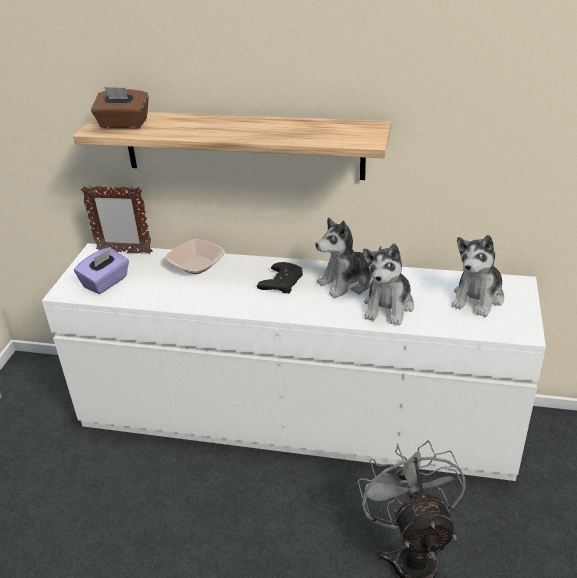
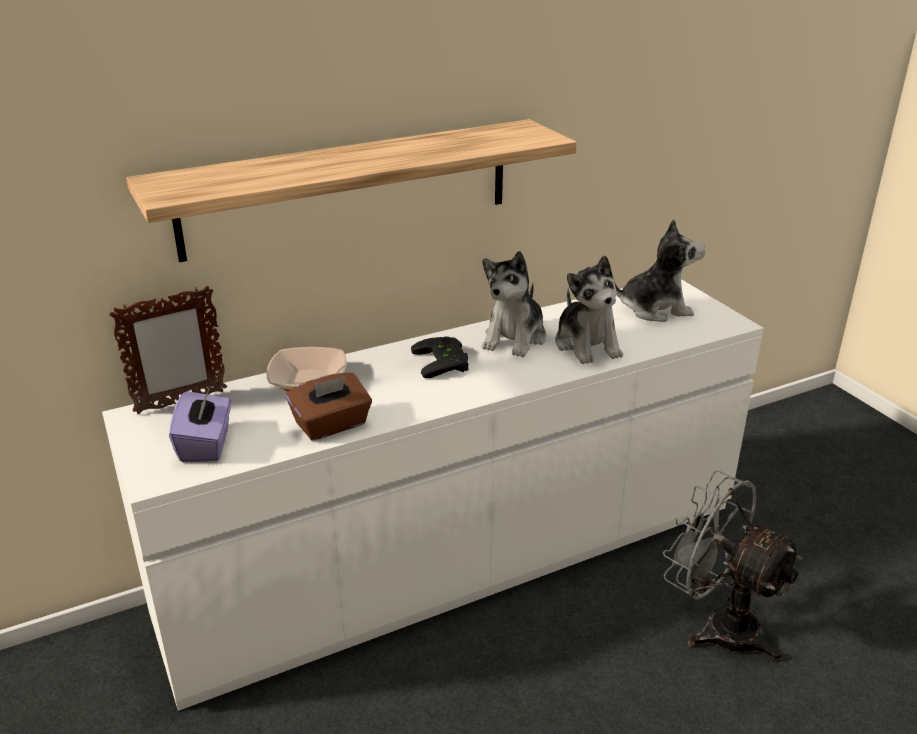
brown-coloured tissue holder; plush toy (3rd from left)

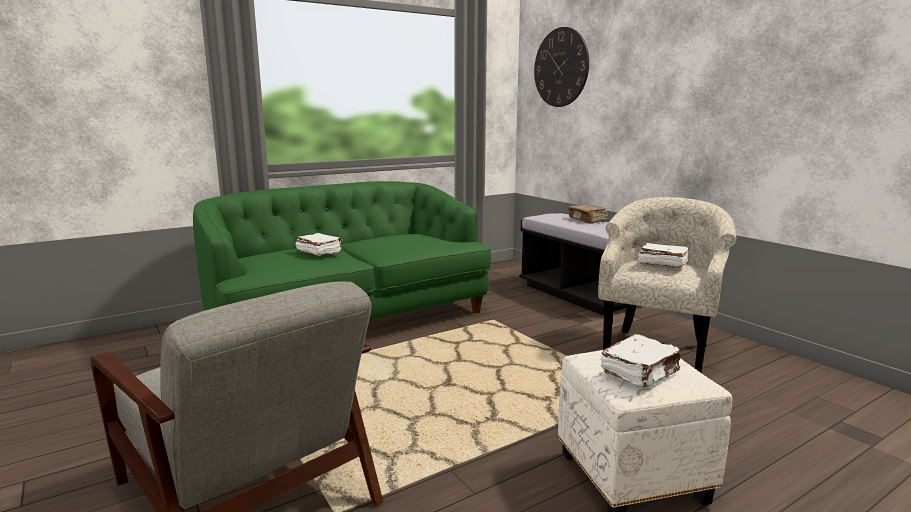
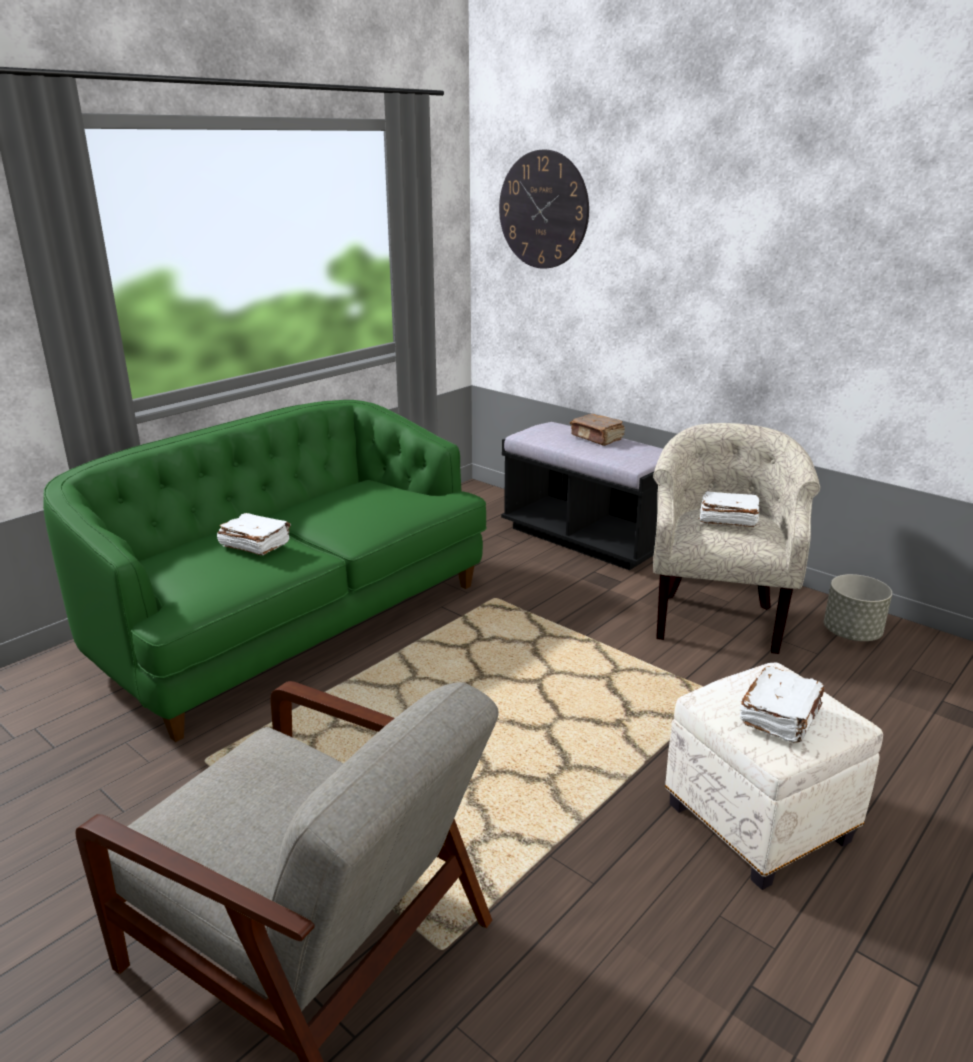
gray planter

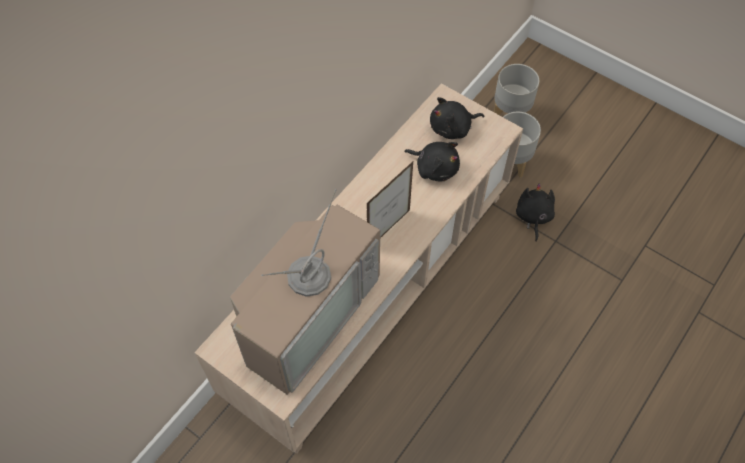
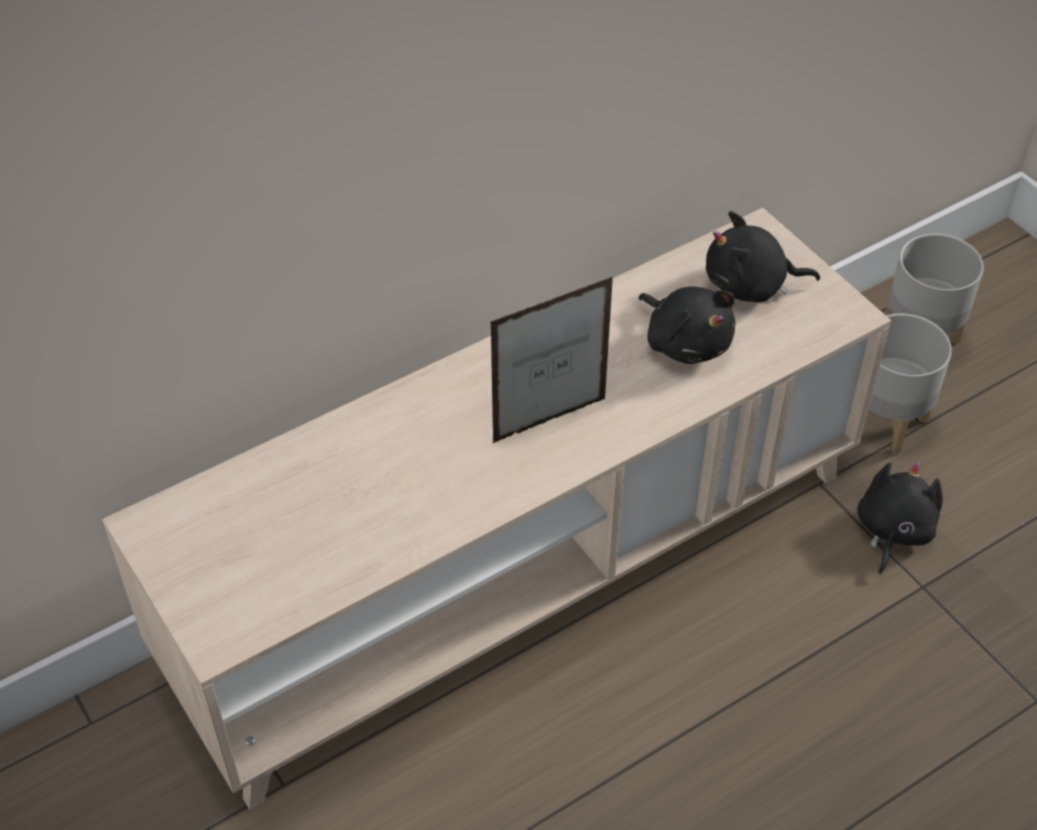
TV

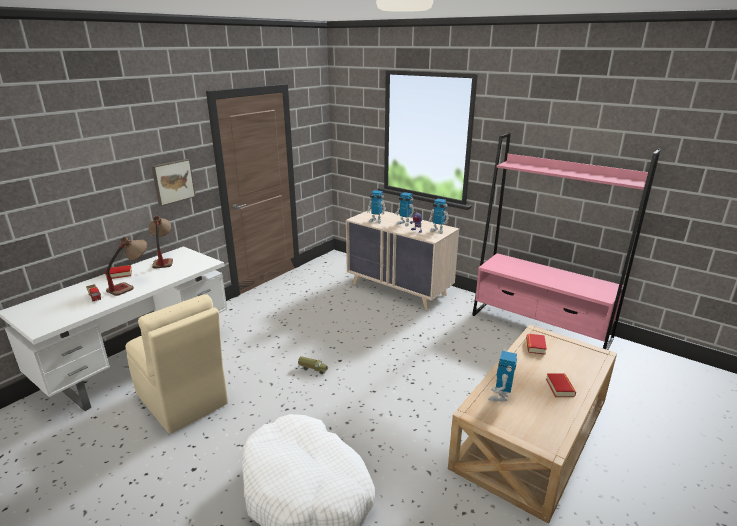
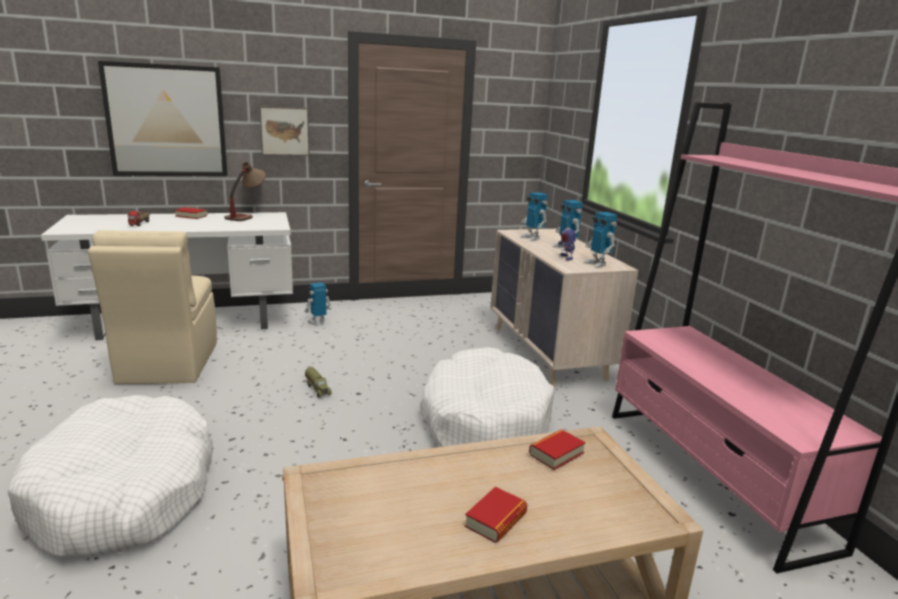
tabletop lamp (1st from left in the first image); toy robot (1st from left); picture (1st from left); white pet bed (2nd from left)

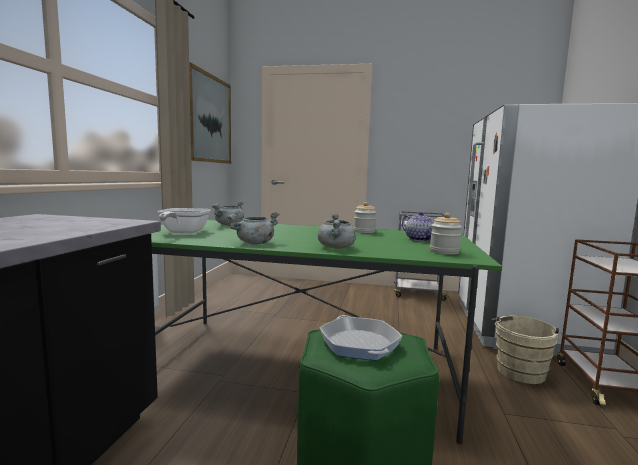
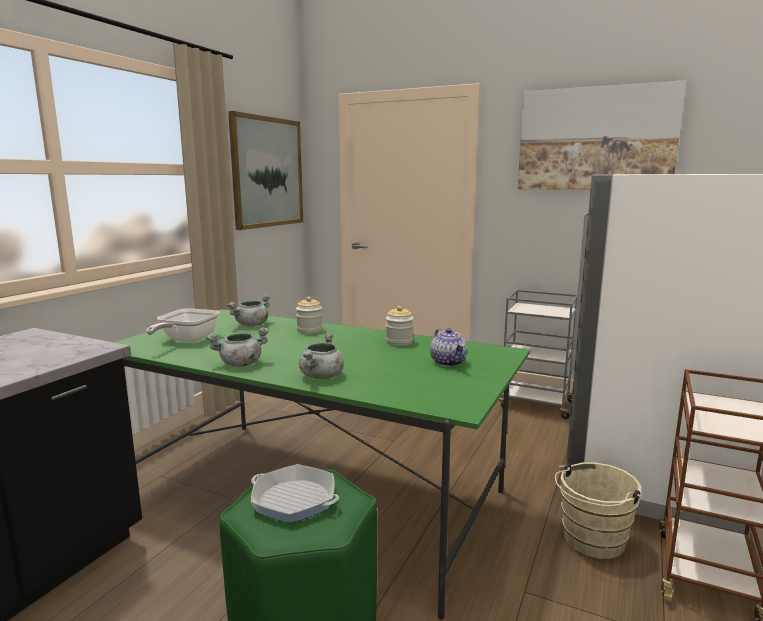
skillet (2nd from left); preserve jar (1st from left); picture (2nd from left)

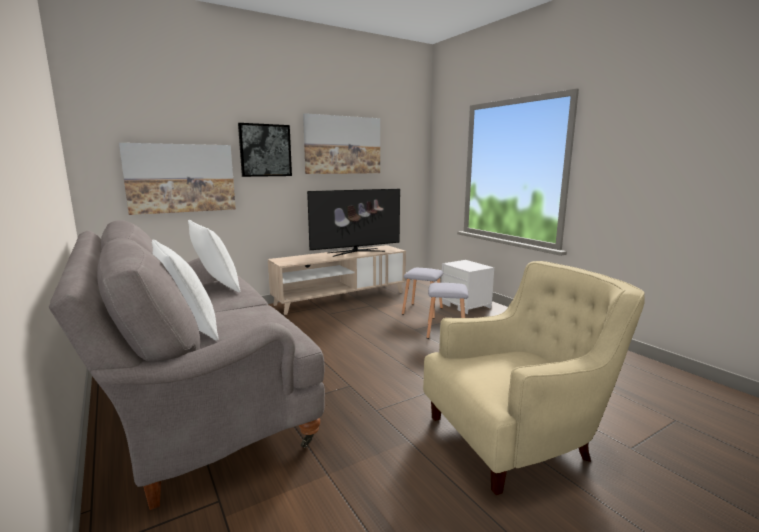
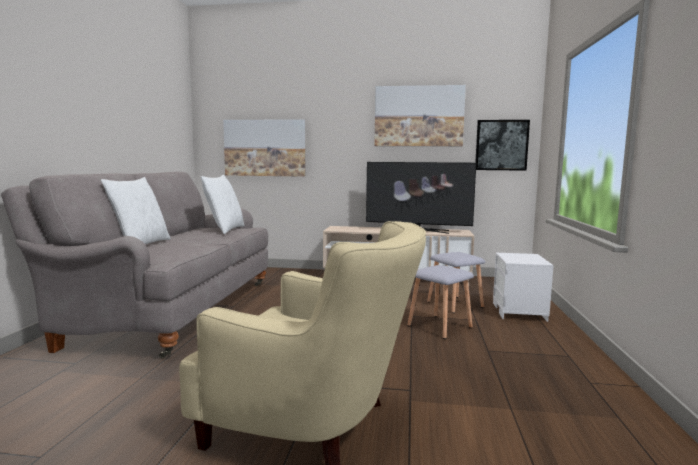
picture (3rd from left)

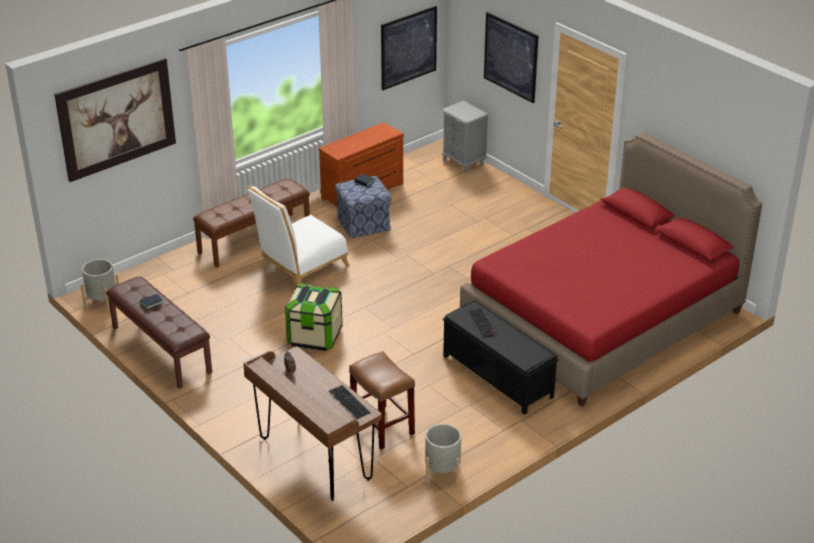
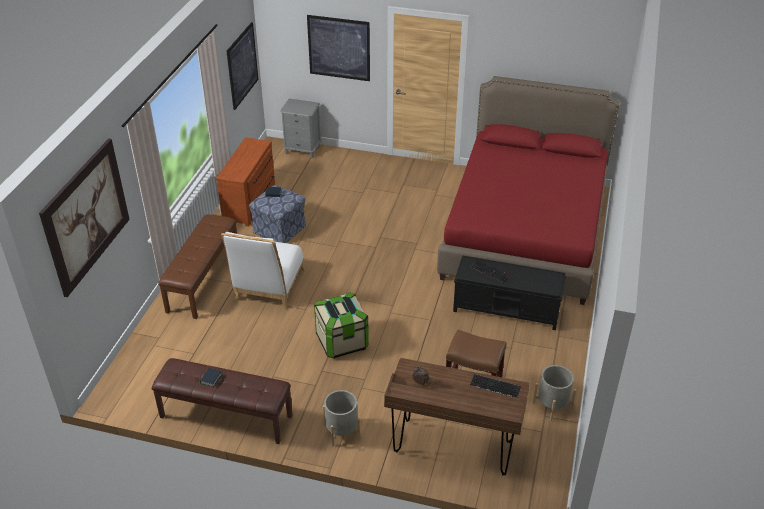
gray planter (1st from left)

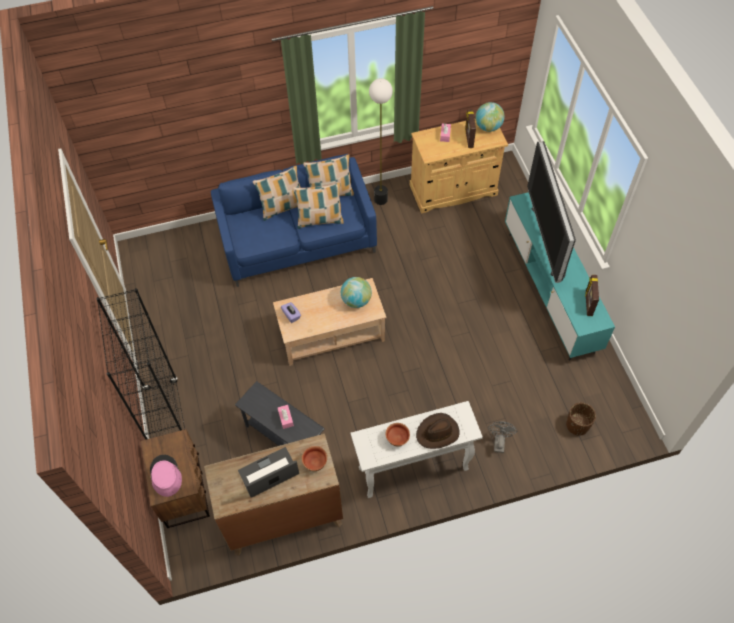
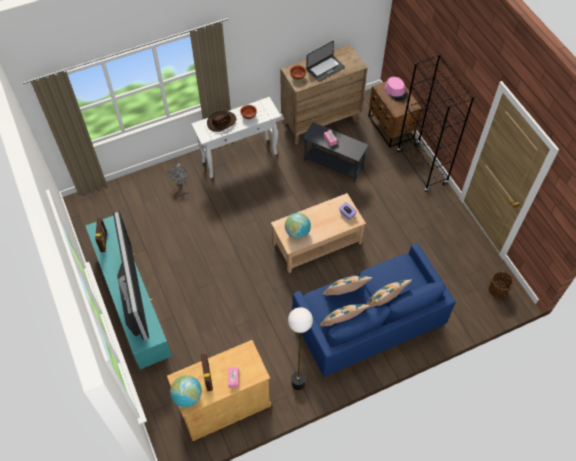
brown-coloured planter

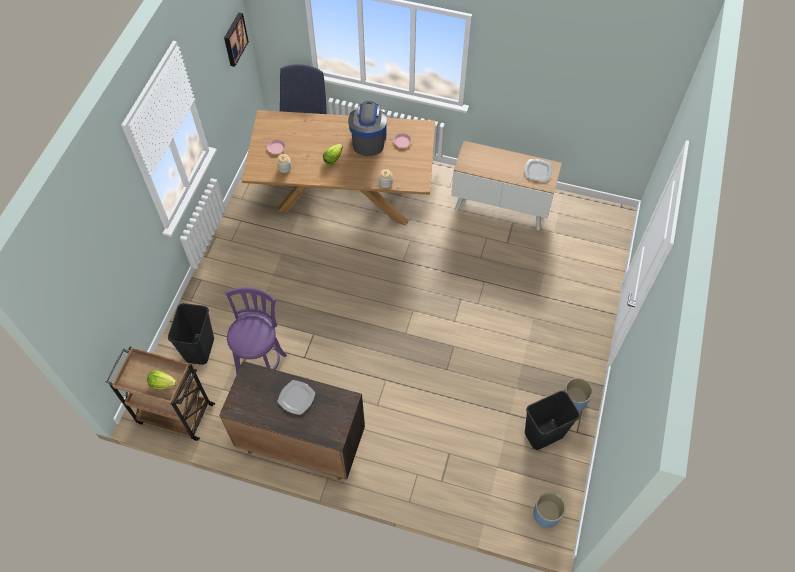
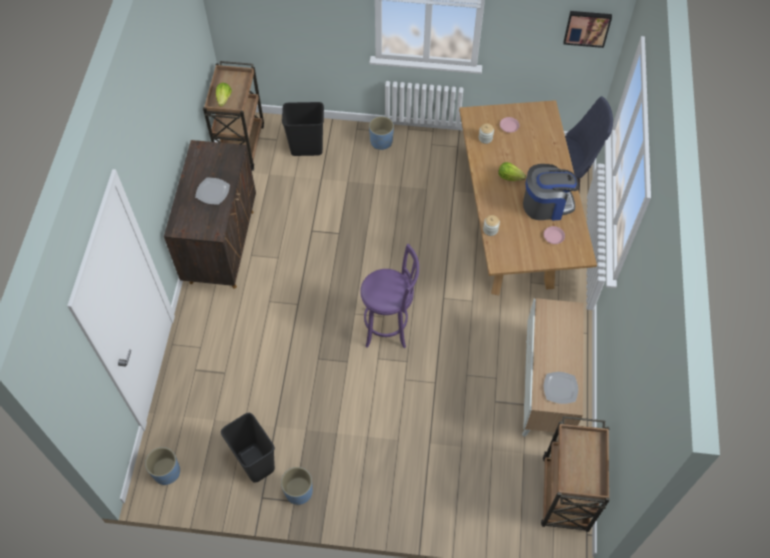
purplish stool; bluish planter (3rd from left); brown-coloured trolley (2nd from left)

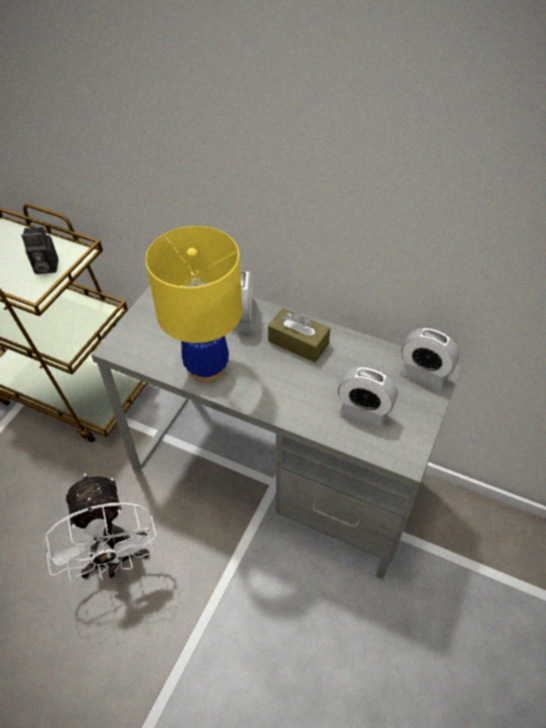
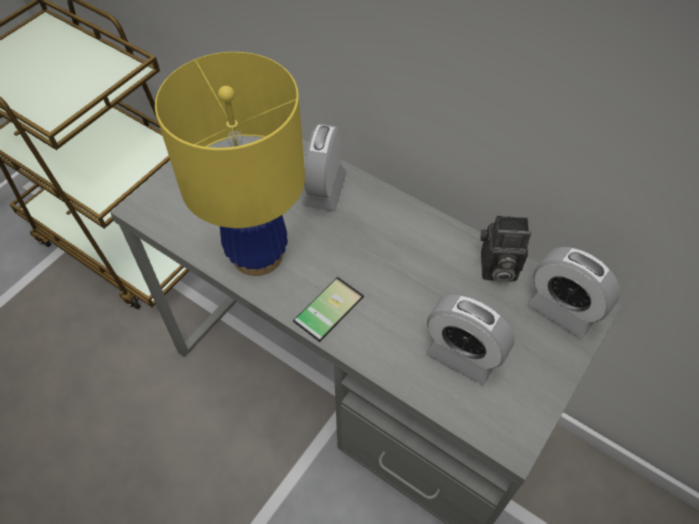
photo camera; white fan; brown-coloured tissue holder; handset

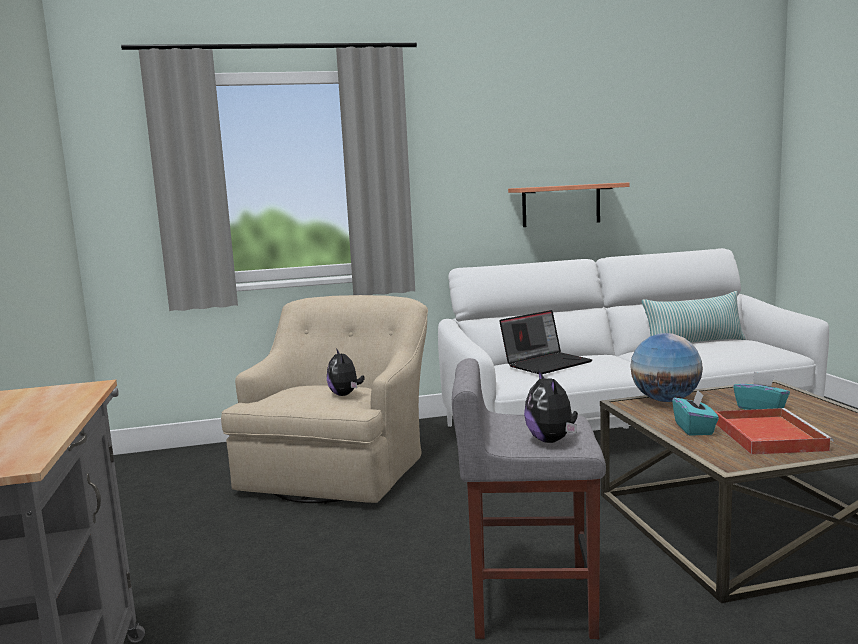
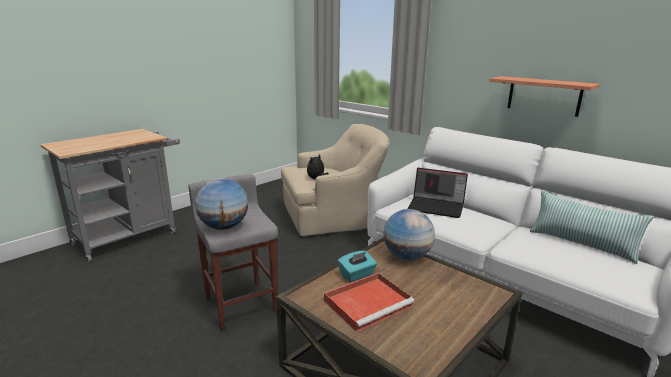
desk globe (1st from left); turquoise-coloured tissue holder (2nd from left in the first image)

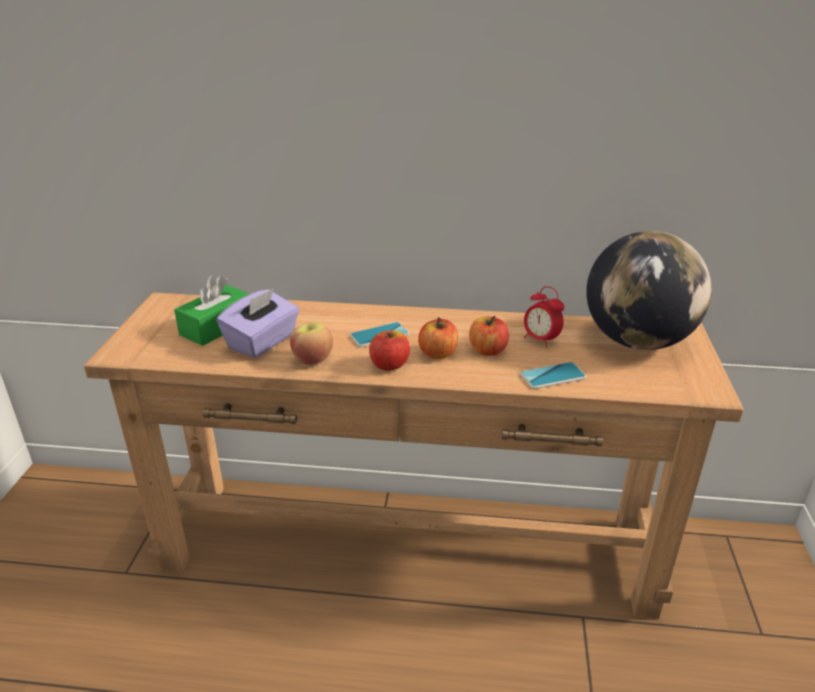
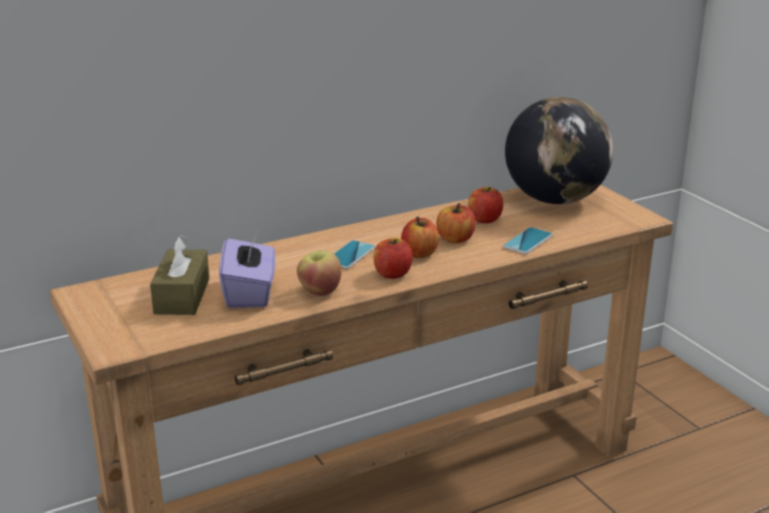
brown-coloured tissue holder; apple fruit (5th from left)

